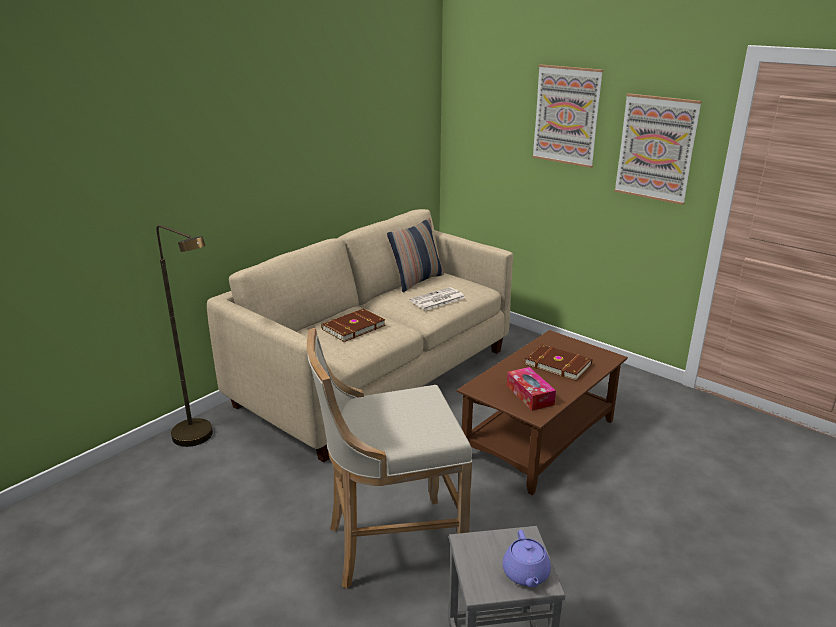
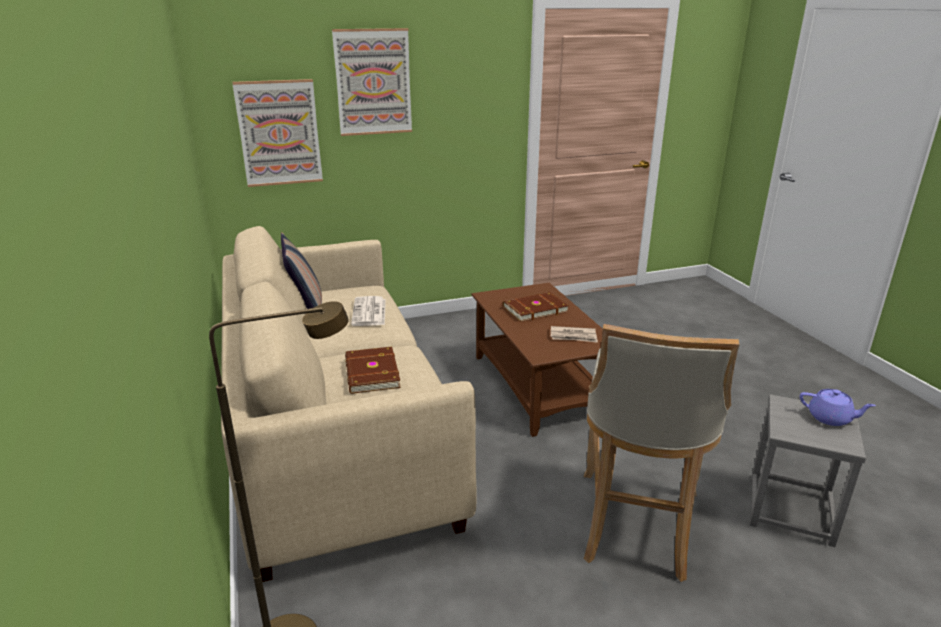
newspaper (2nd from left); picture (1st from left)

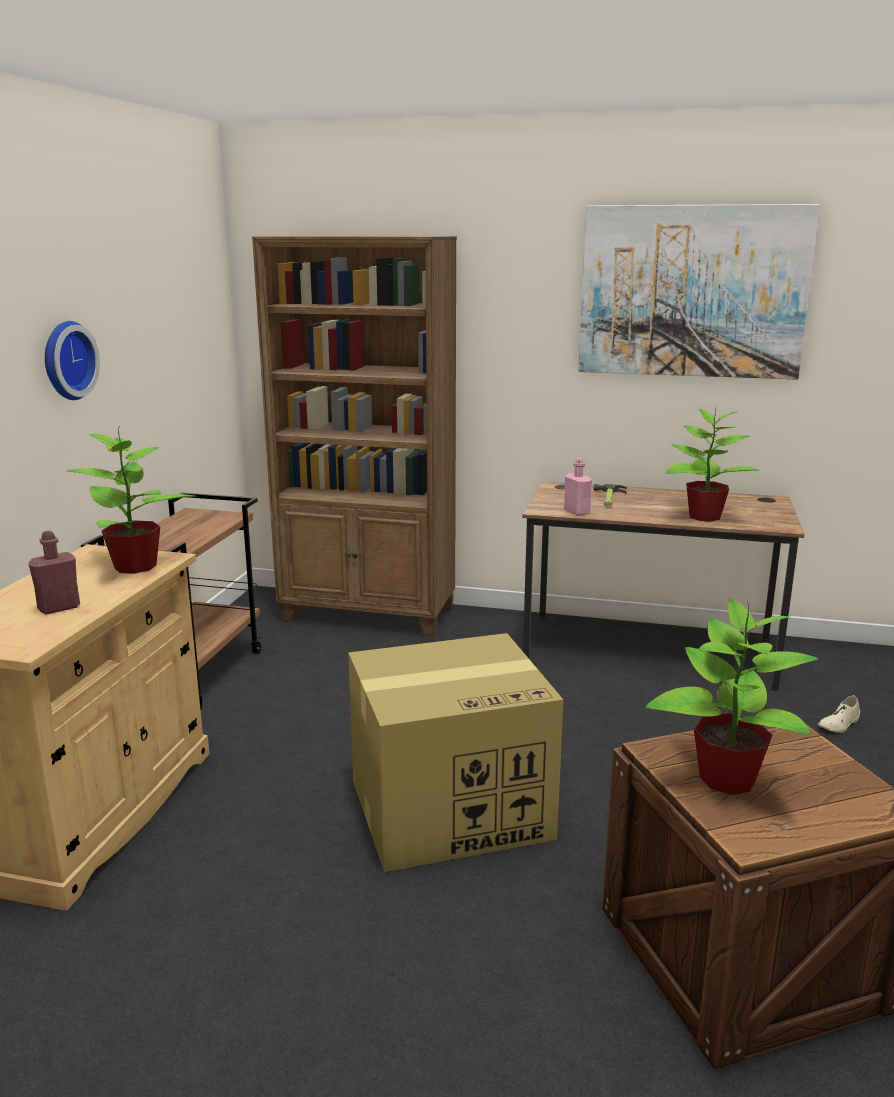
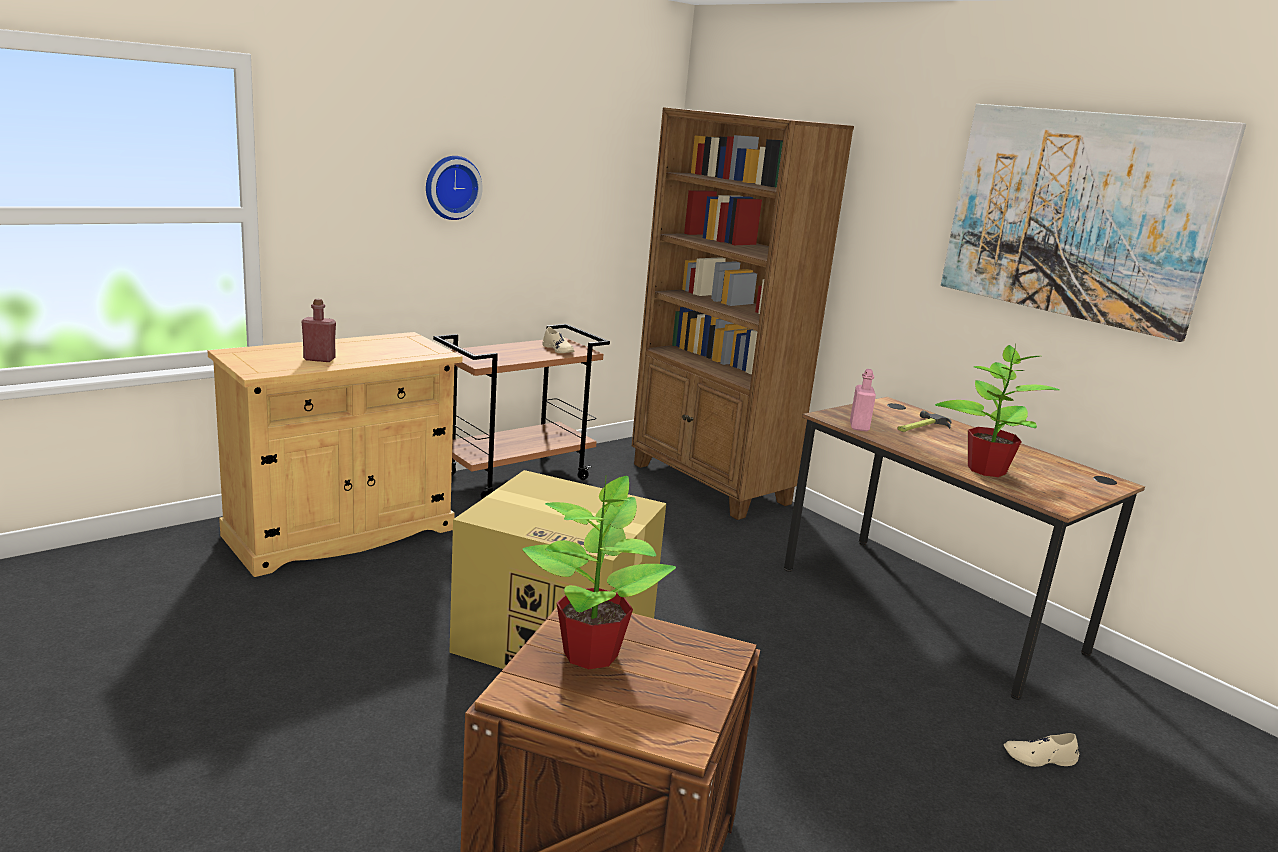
potted plant (1st from left in the first image); sand-coloured shoe (1st from left)

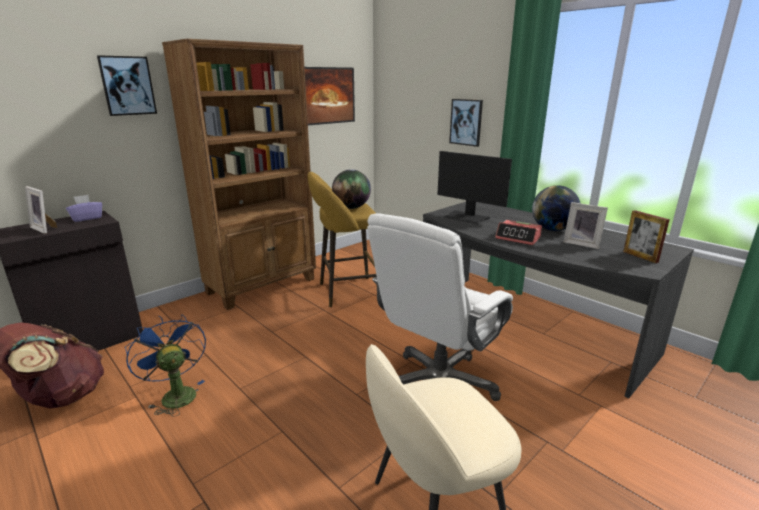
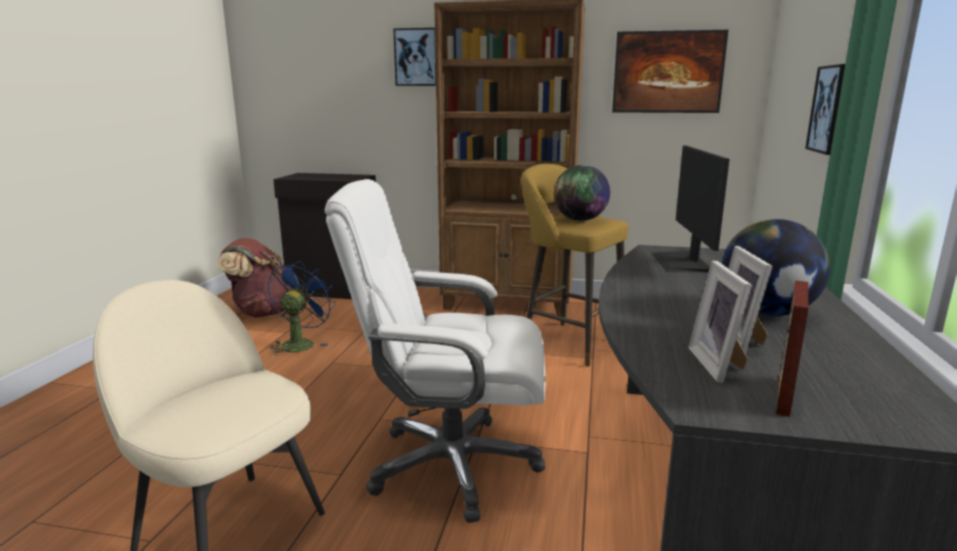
photo frame (1st from left); purplish tissue holder; alarm clock

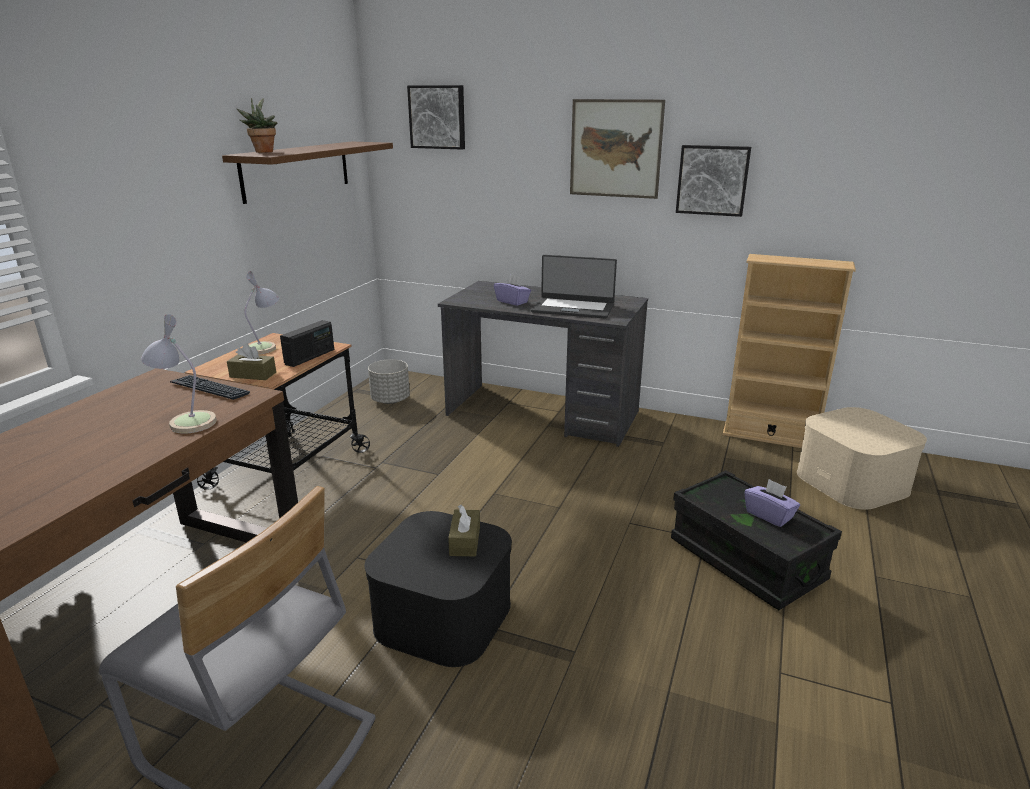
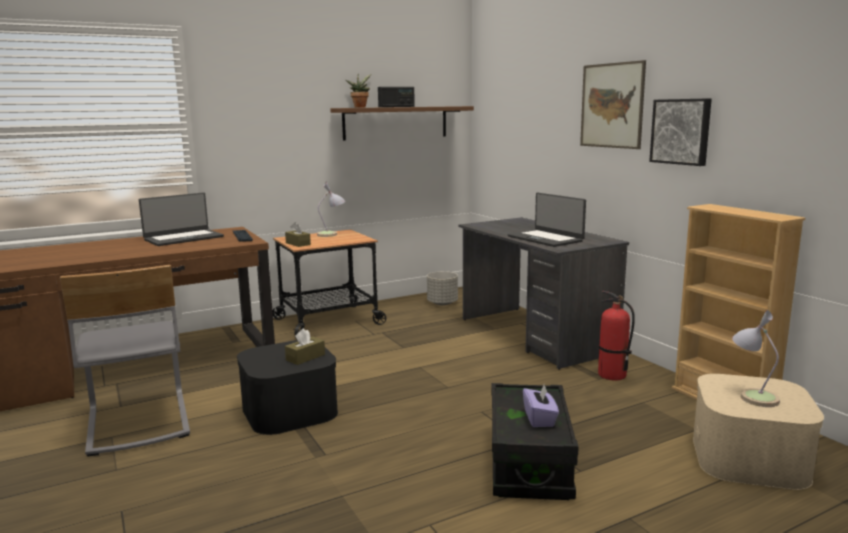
tabletop lamp (2nd from left); radio; picture (1st from left in the first image); purplish tissue holder (1st from left in the first image); laptop (1st from left); extinguisher

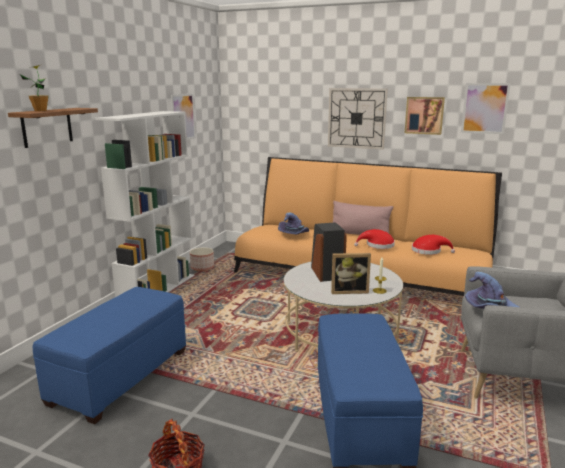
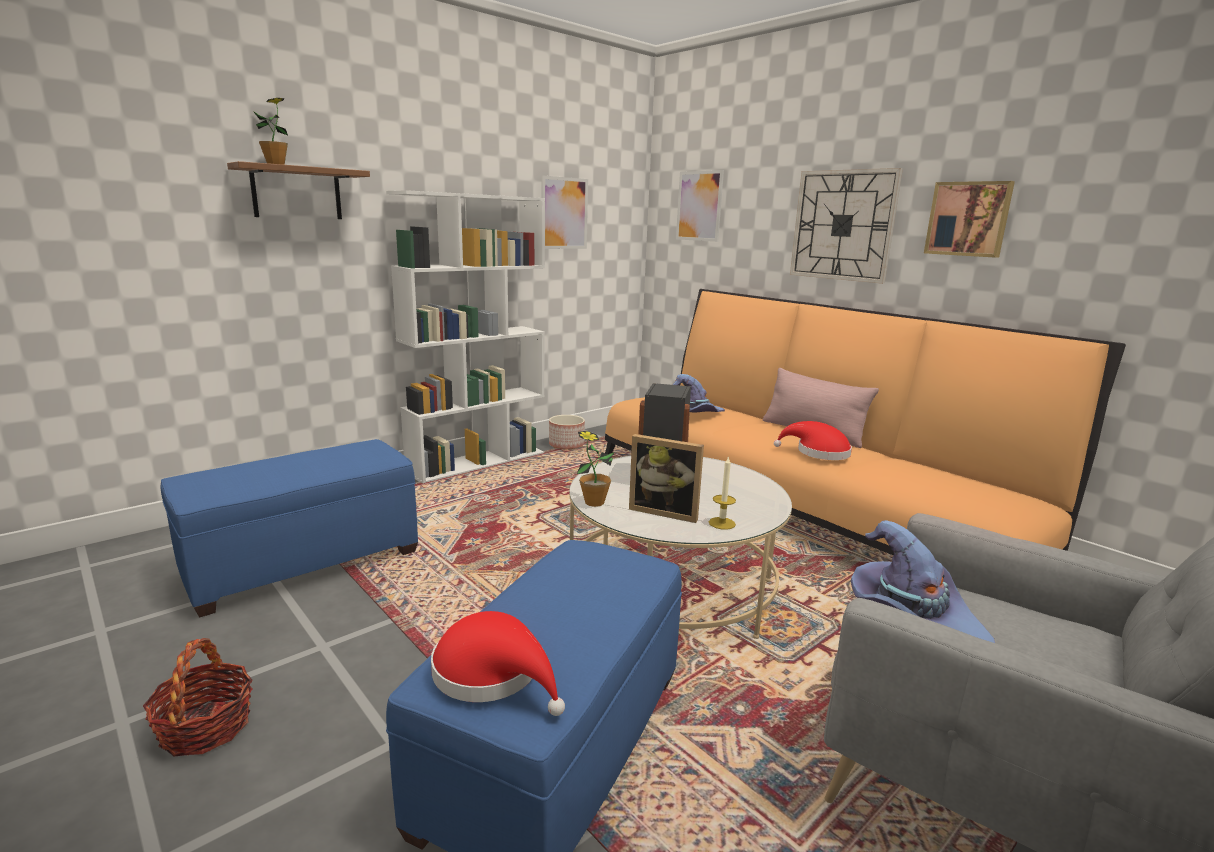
red-coloured clothing hat (1st from left); picture (2nd from left); potted plant (2nd from left)

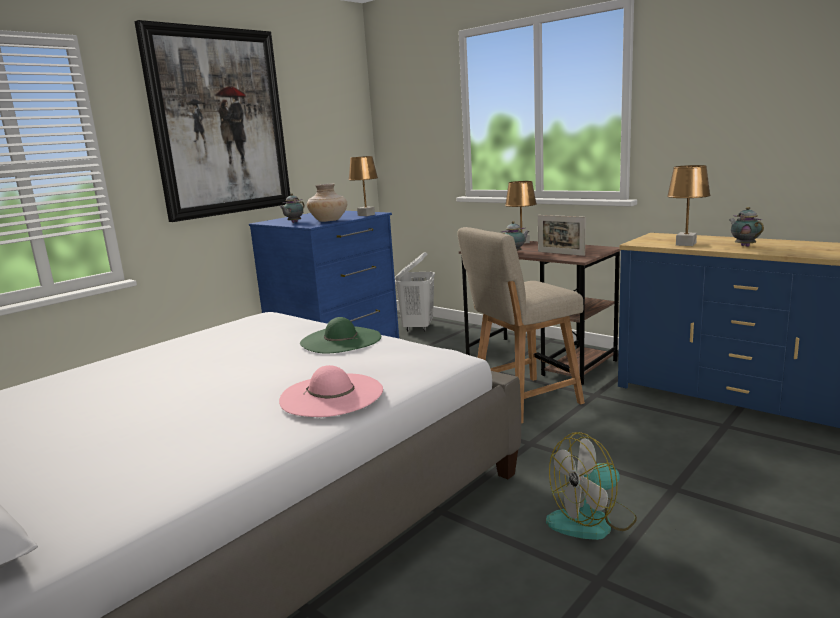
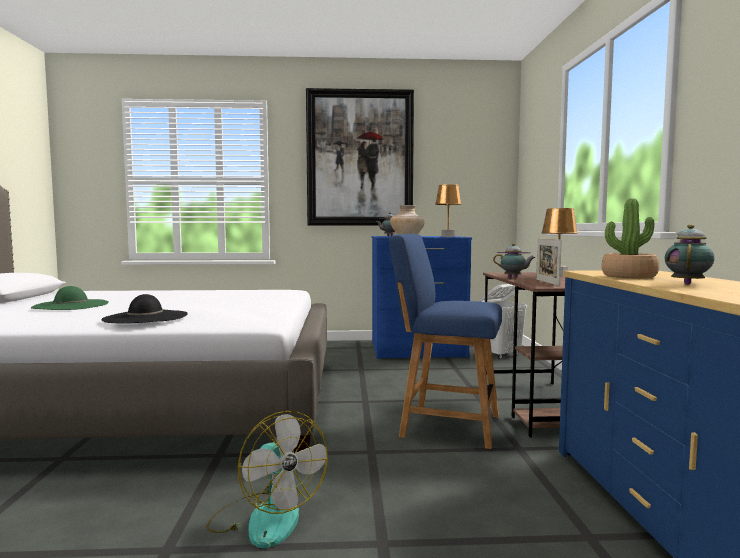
black clothing hat; green-coloured clothing hat; bluish chair; fan; potted plant

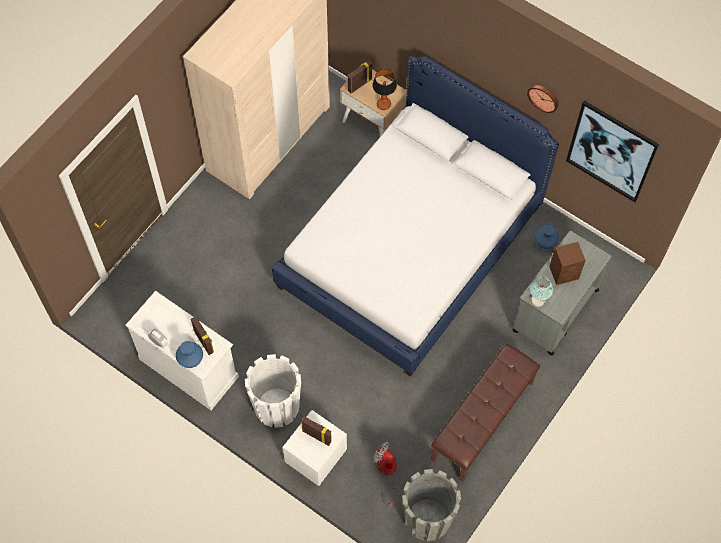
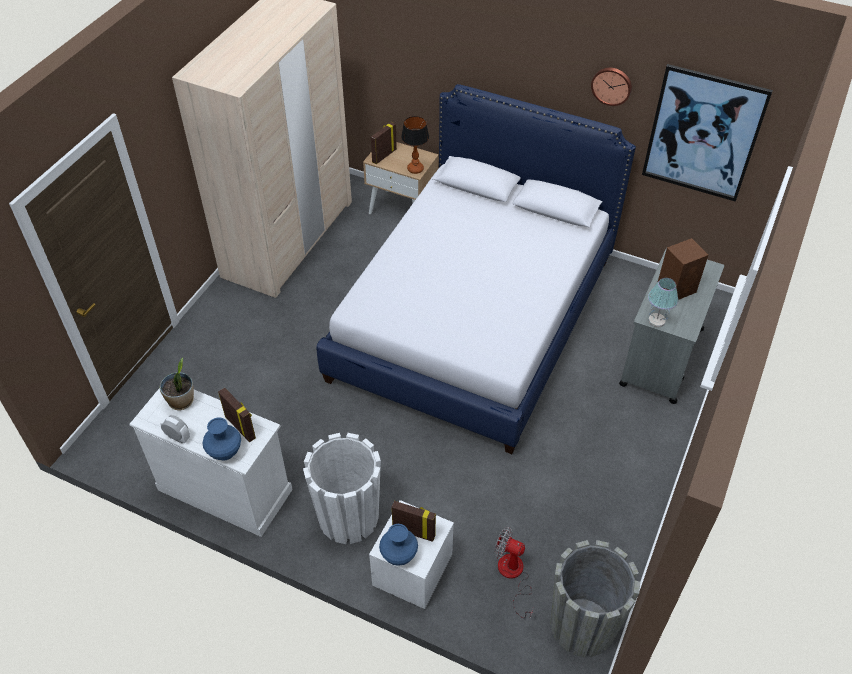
brown-coloured indoor bench; bluish flower vase (2nd from left); potted plant

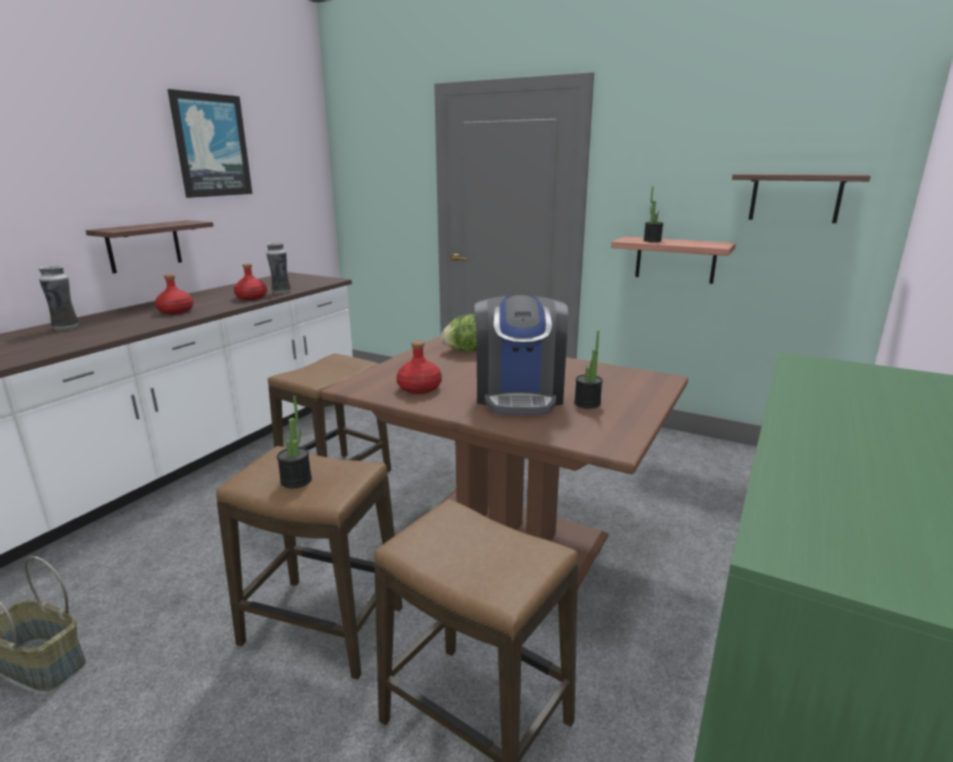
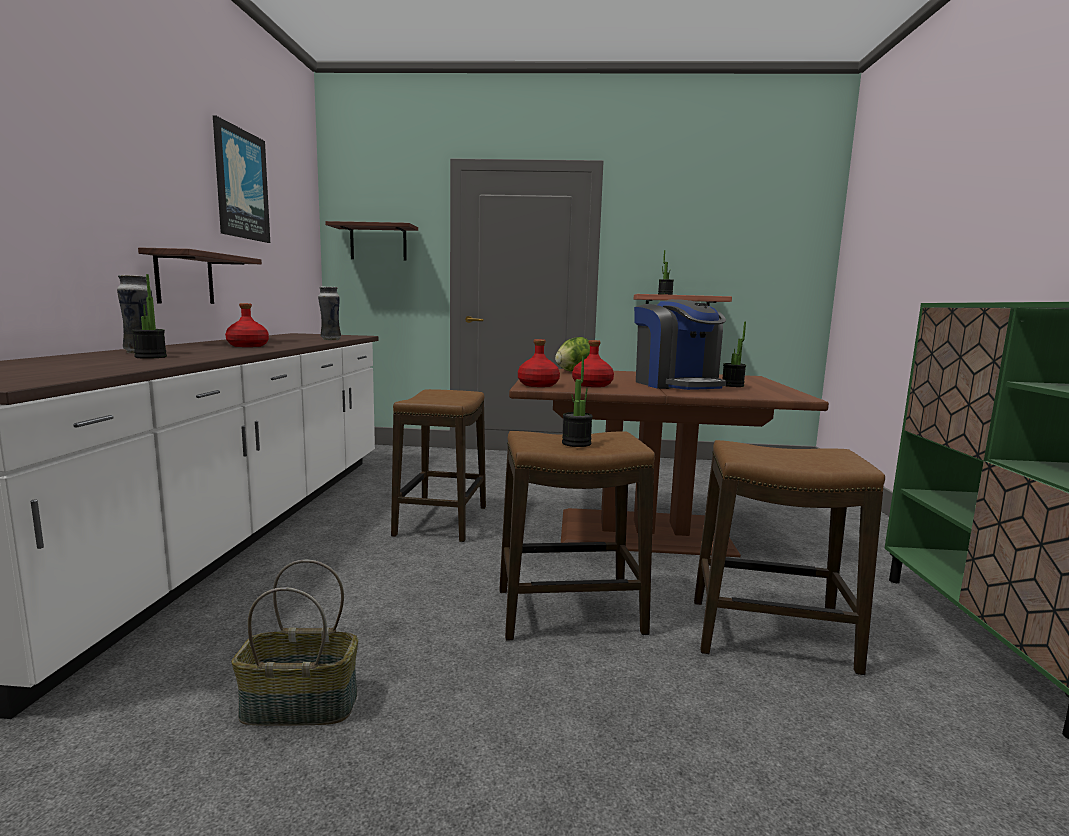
red-coloured beverage bottle (2nd from left); wall shelf (2nd from left); potted plant (1st from left)

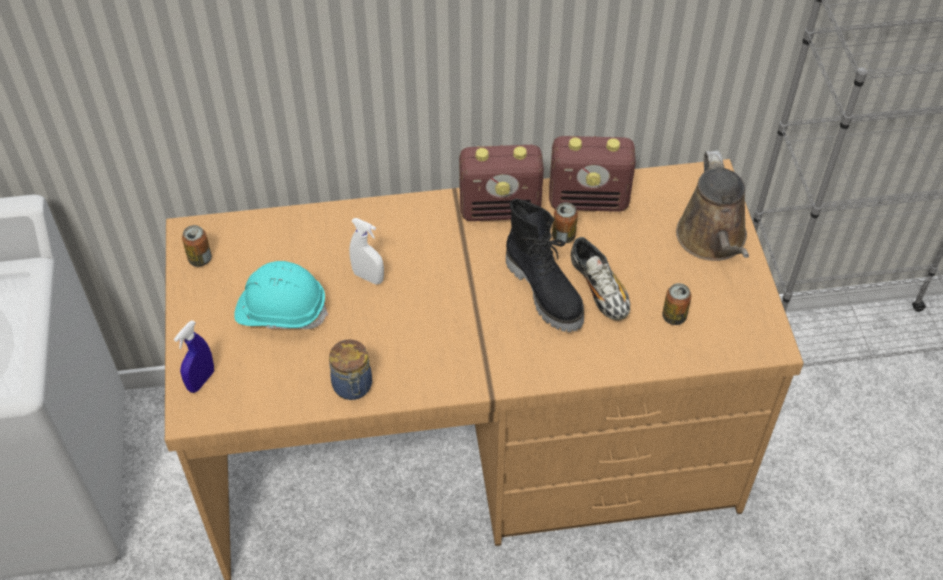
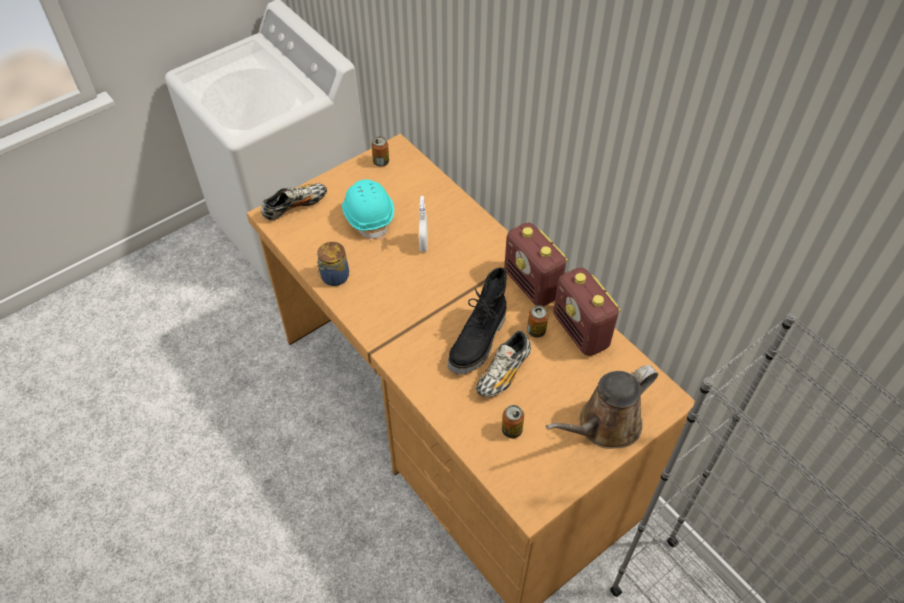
shoe (1st from left)

